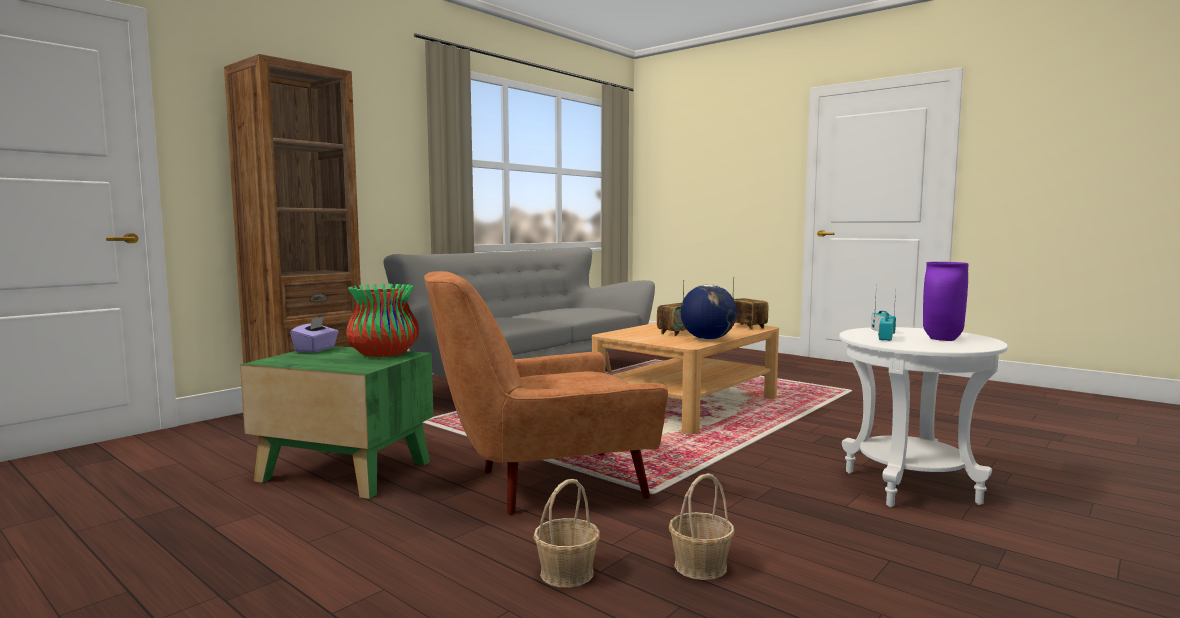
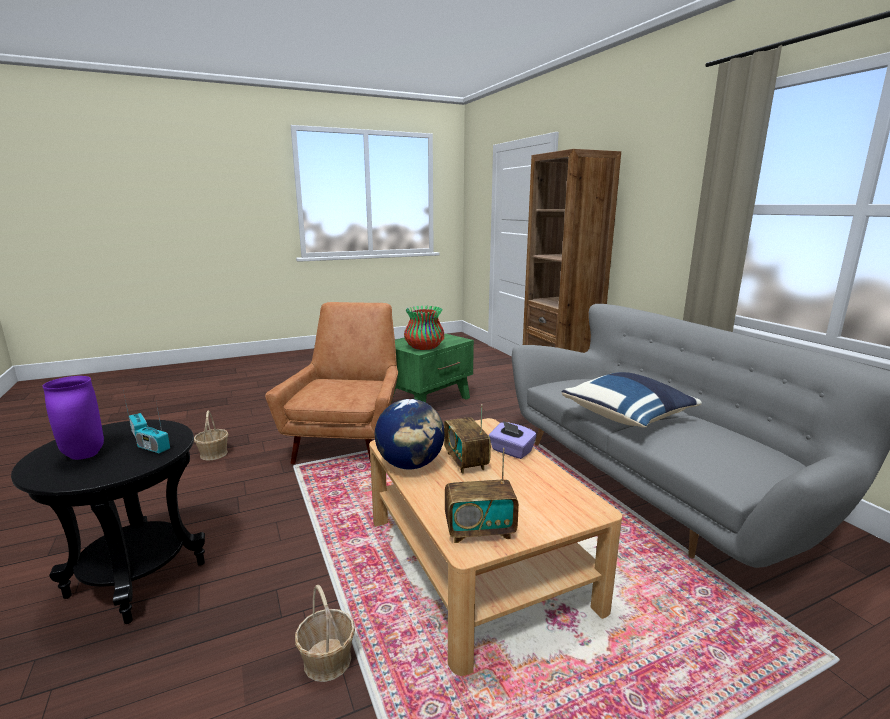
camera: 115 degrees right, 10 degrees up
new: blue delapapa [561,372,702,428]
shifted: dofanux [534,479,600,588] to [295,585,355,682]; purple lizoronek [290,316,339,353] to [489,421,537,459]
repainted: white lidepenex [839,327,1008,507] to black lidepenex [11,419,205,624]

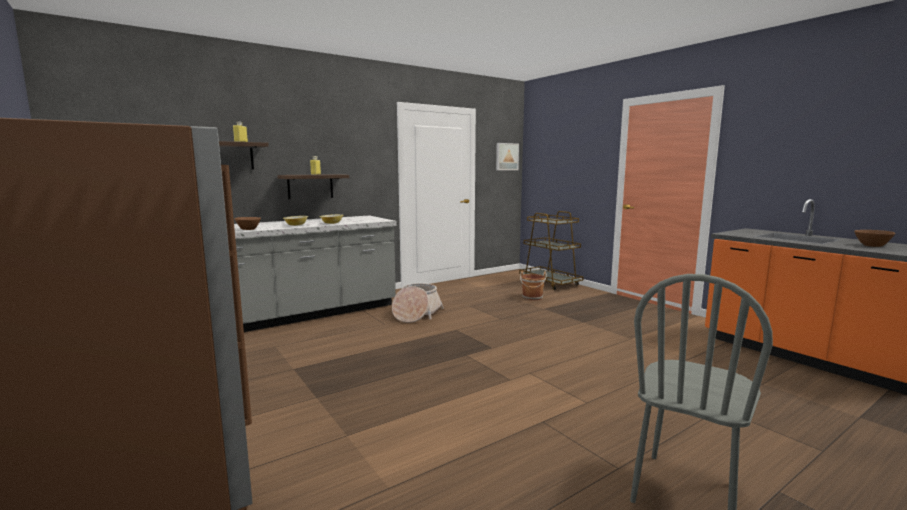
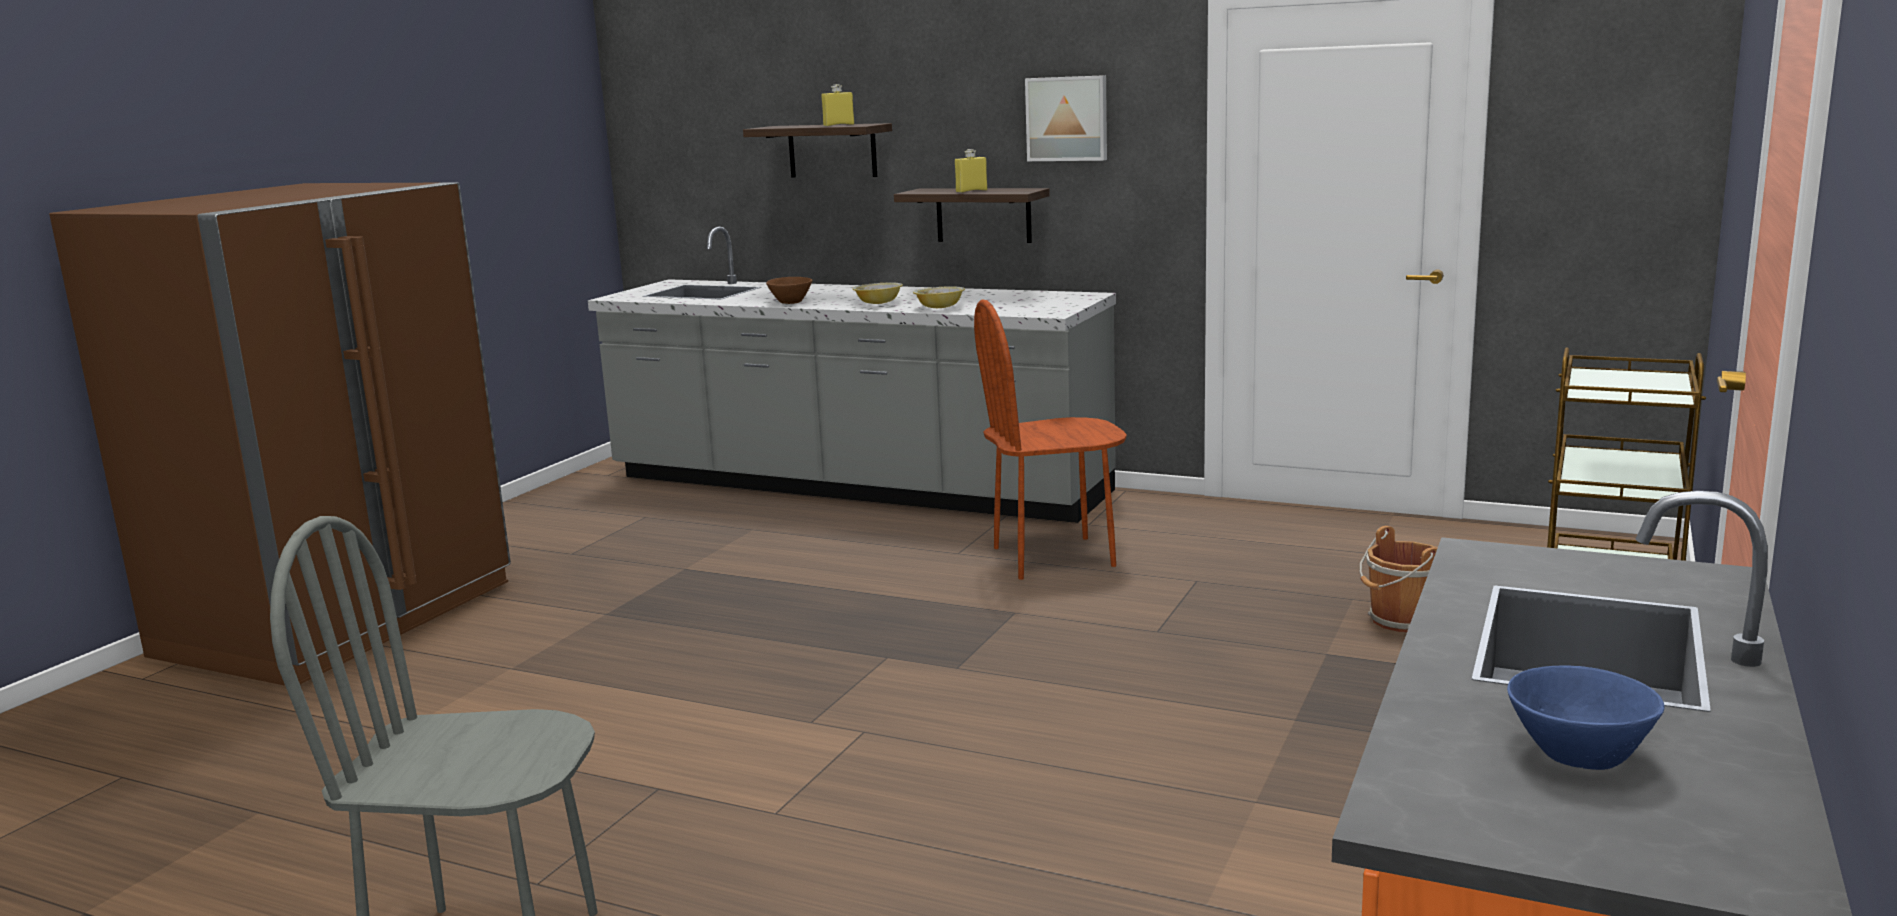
camera: 60 degrees right, 5 degrees up
shifted: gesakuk [496,143,519,170] to [1025,75,1107,161]
swapped: dofanux [392,284,444,323] to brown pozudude [974,299,1127,580]
repainted: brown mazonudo [854,230,895,247] to blue mazonudo [1507,665,1664,770]

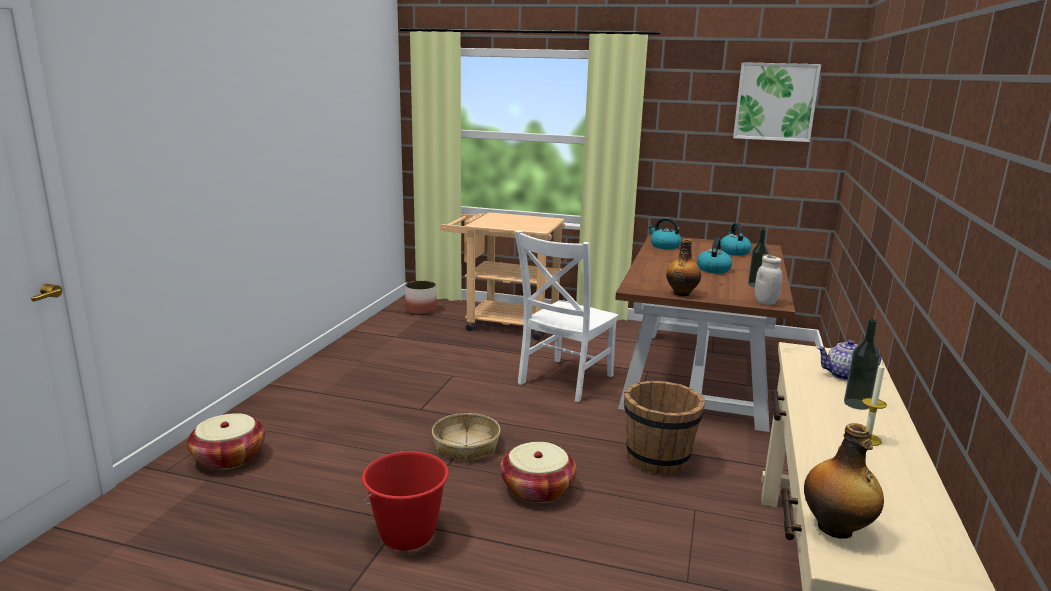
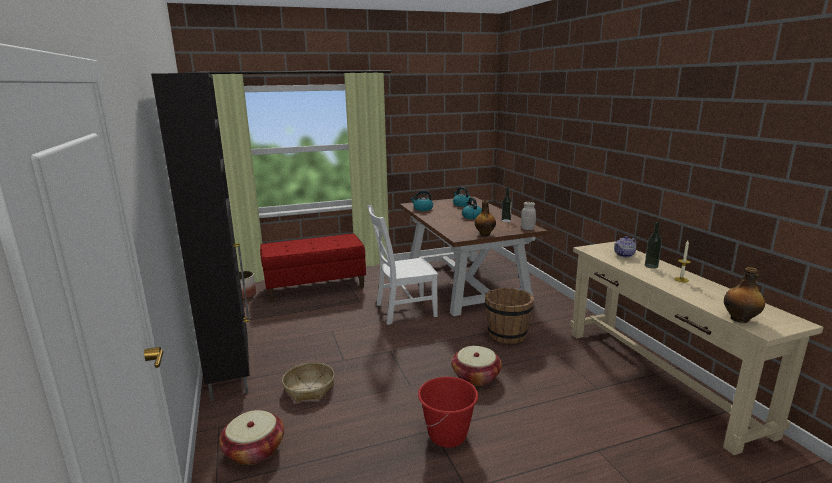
camera: 35 degrees left, 0 degrees up
gone: gesakuk [733,62,821,142]
new: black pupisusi [151,73,250,401]
shifted: dofanux [432,413,501,462] to [282,362,334,402]
swapped: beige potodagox [440,212,565,340] to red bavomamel [260,234,366,302]
rotated: white pozudude [514,231,619,402] = [367,205,438,325] 75 degrees clockwise

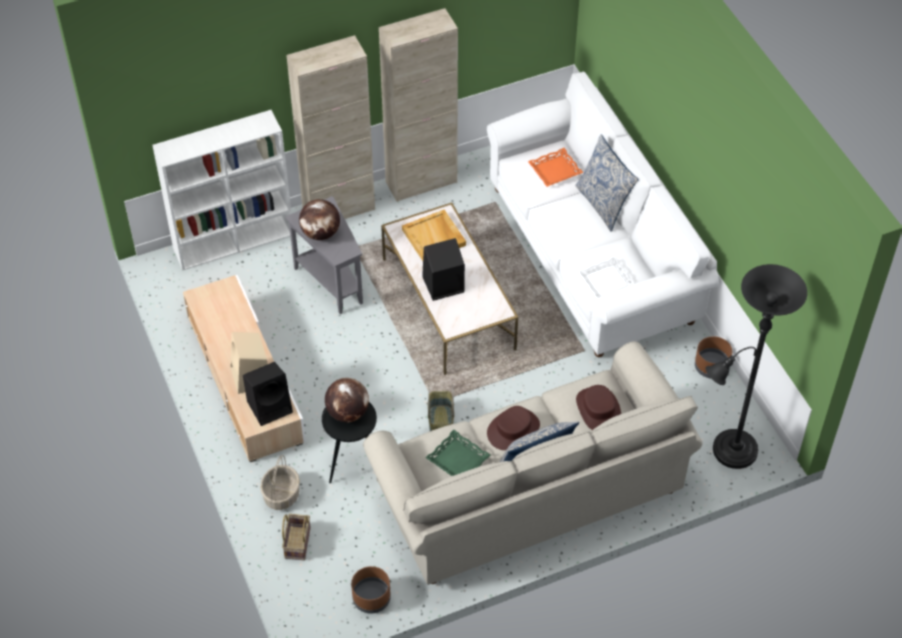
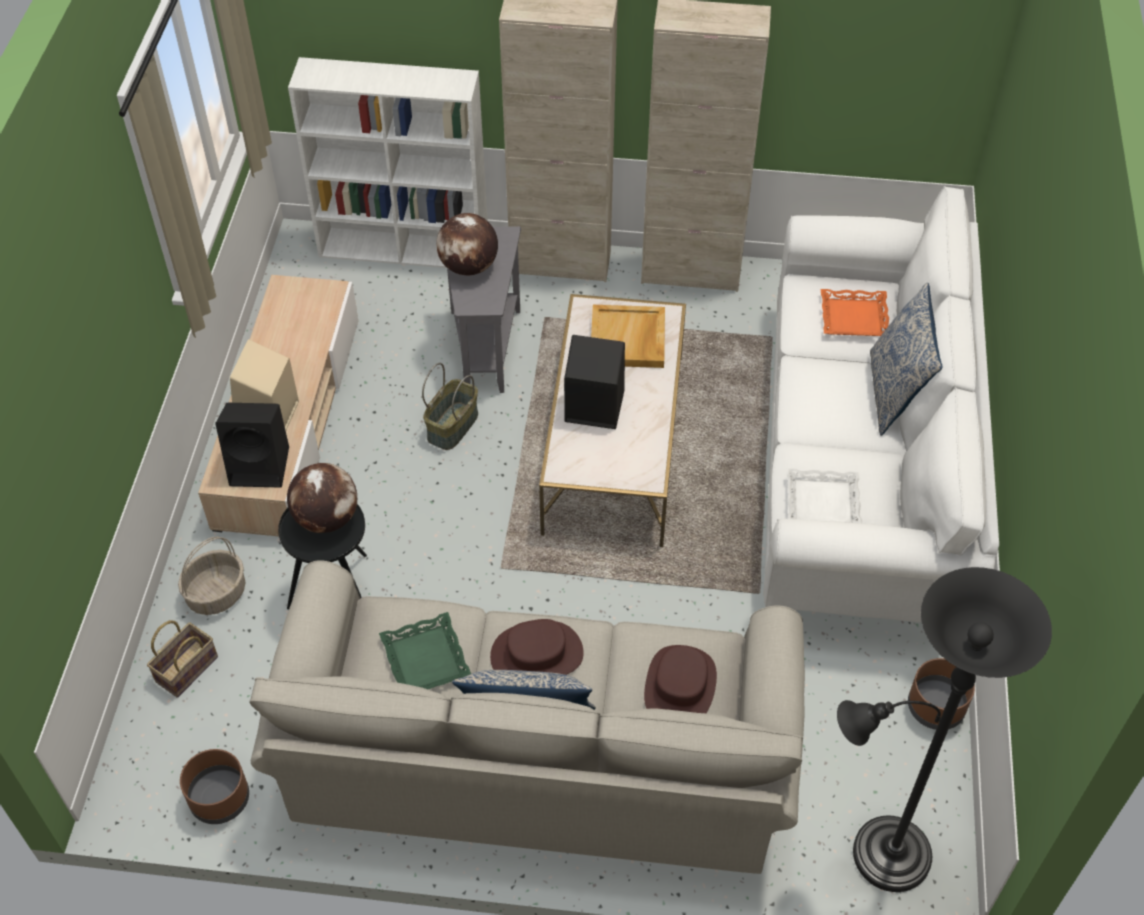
camera: 30 degrees right, 0 degrees up
shifted: dofanux [428,385,454,431] to [422,363,478,450]

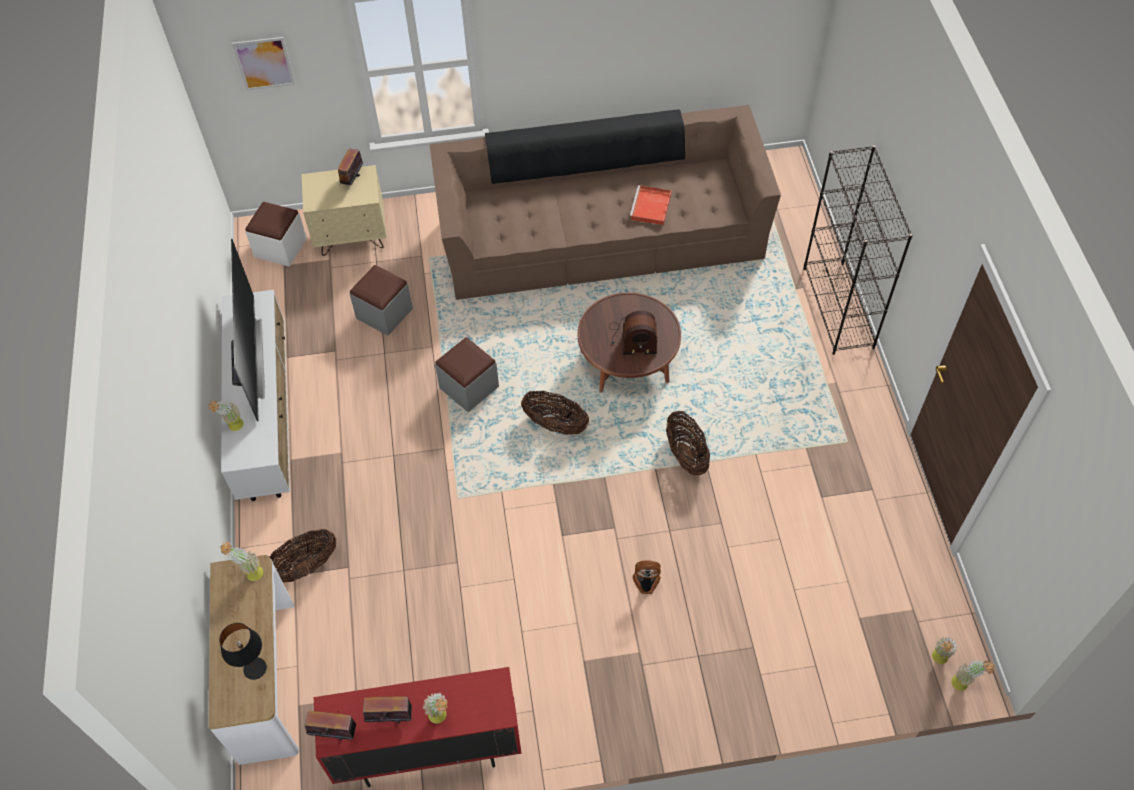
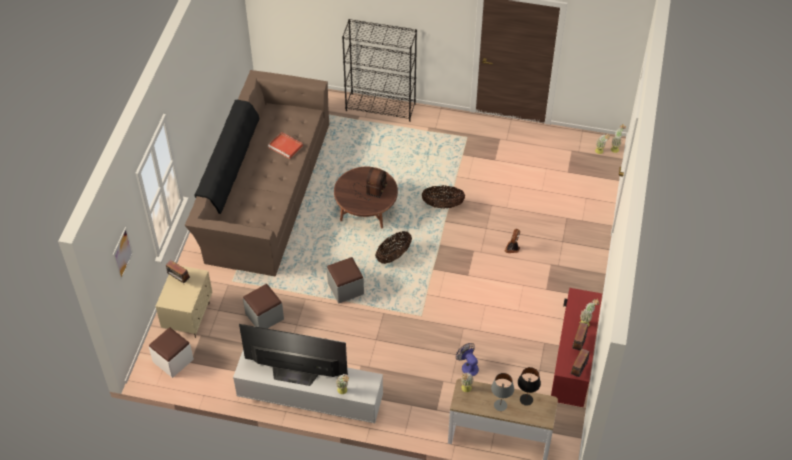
camera: 70 degrees left, 5 degrees down
gone: dofanux [270,529,336,583]
new: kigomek [456,343,479,376]; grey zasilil [491,373,514,411]

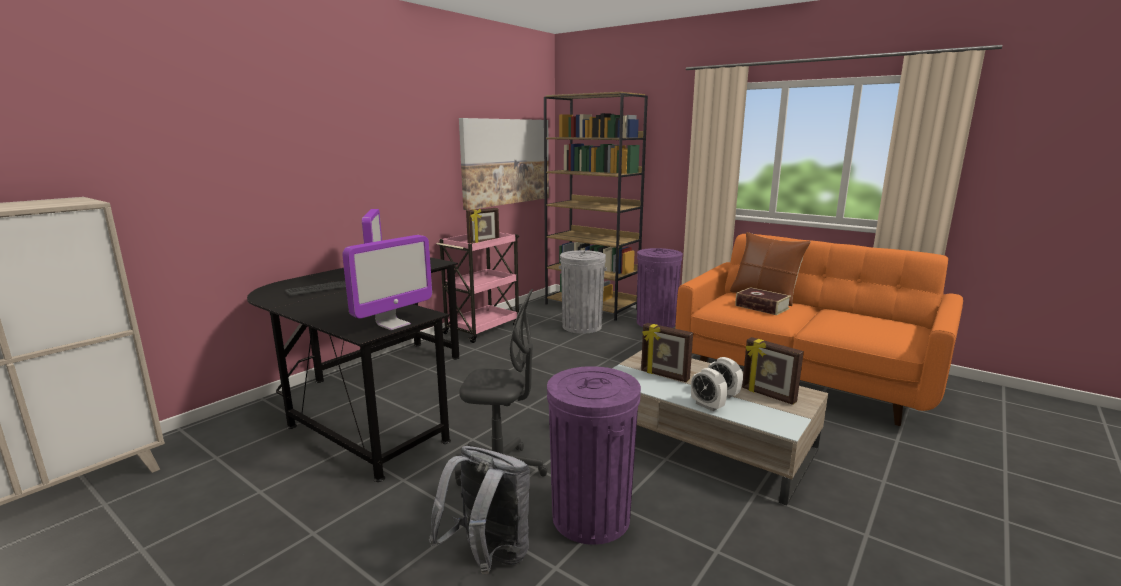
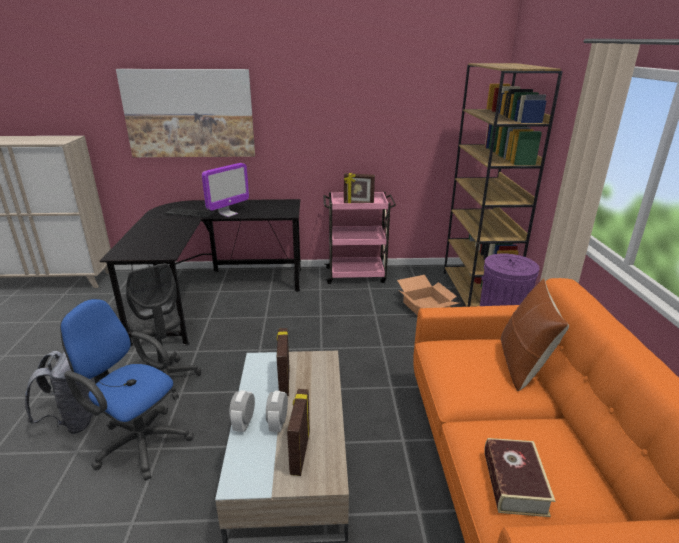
camera: 50 degrees right, 10 degrees up
gone: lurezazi [342,235,432,330]
shifted: gesakuk [459,118,549,210] to [116,69,255,157]; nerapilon [735,287,791,315] to [484,438,555,517]
swapped: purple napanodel [547,366,641,545] to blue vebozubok [60,299,194,480]; grey napanodel [559,250,607,333] to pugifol [397,275,459,316]

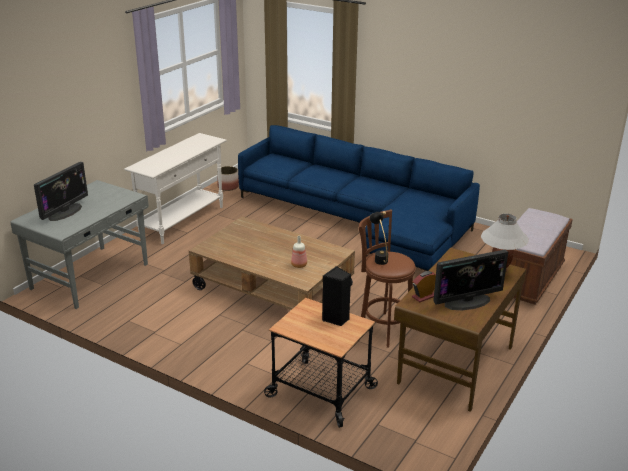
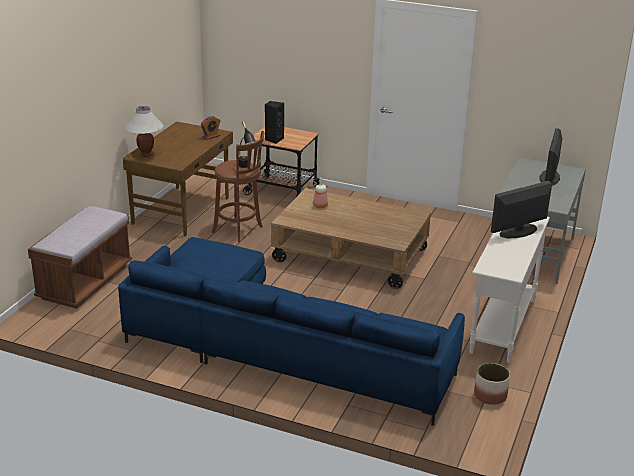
camera: 170 degrees right, 0 degrees up
shifted: lurezazi [433,250,508,310] to [491,181,552,238]

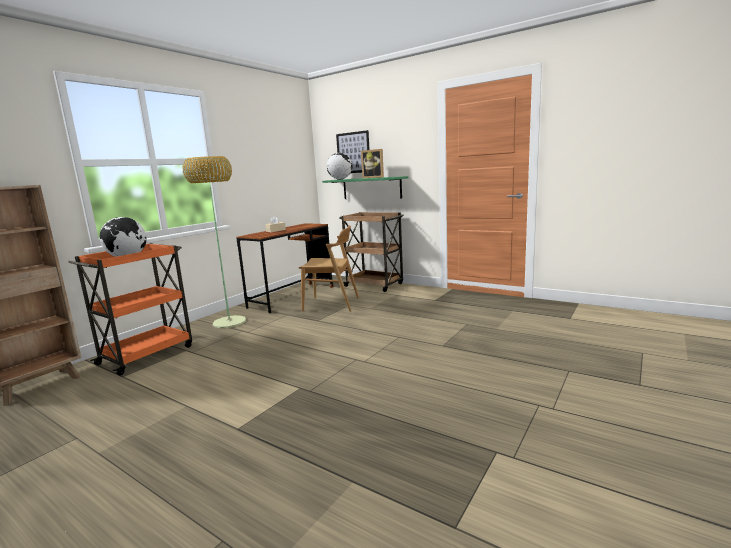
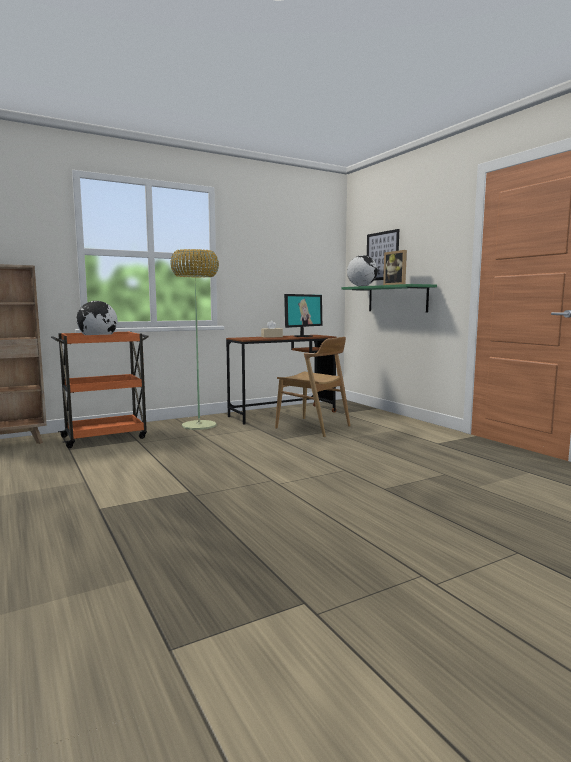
camera: 25 degrees right, 5 degrees down
gone: brown potodagox [339,212,404,292]
new: lurezazi [284,294,322,337]

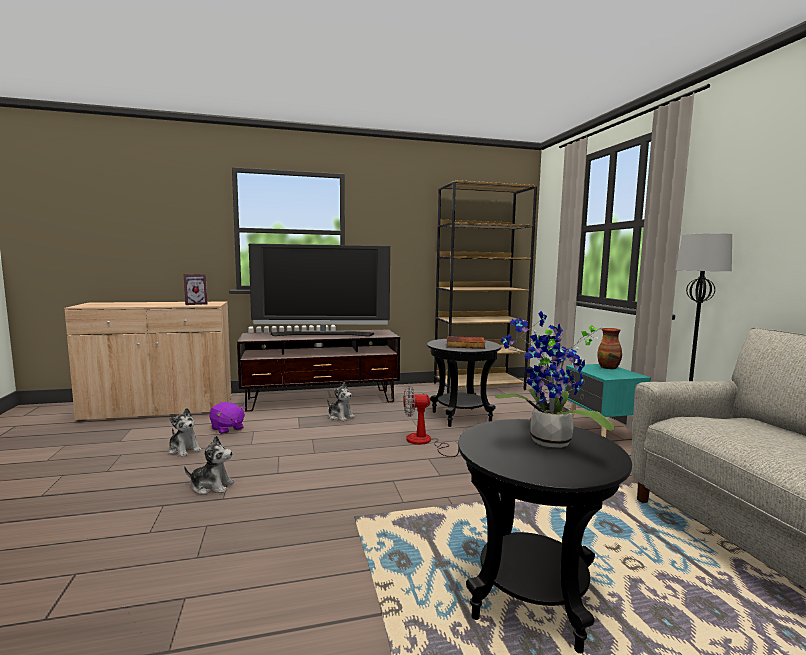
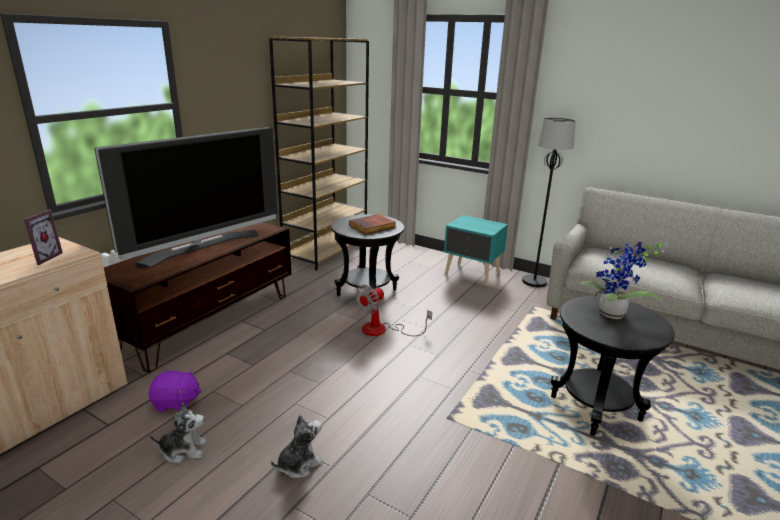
camera: 45 degrees left, 15 degrees up
gone: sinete [327,382,355,421]; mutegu [597,328,622,369]

